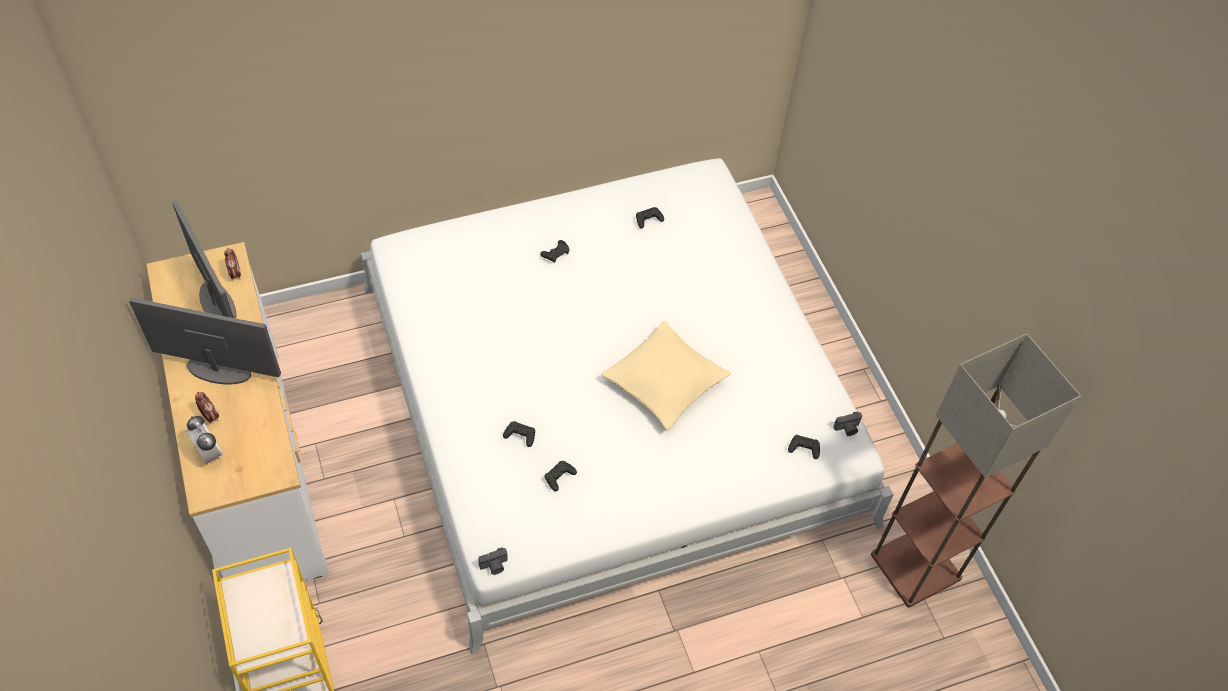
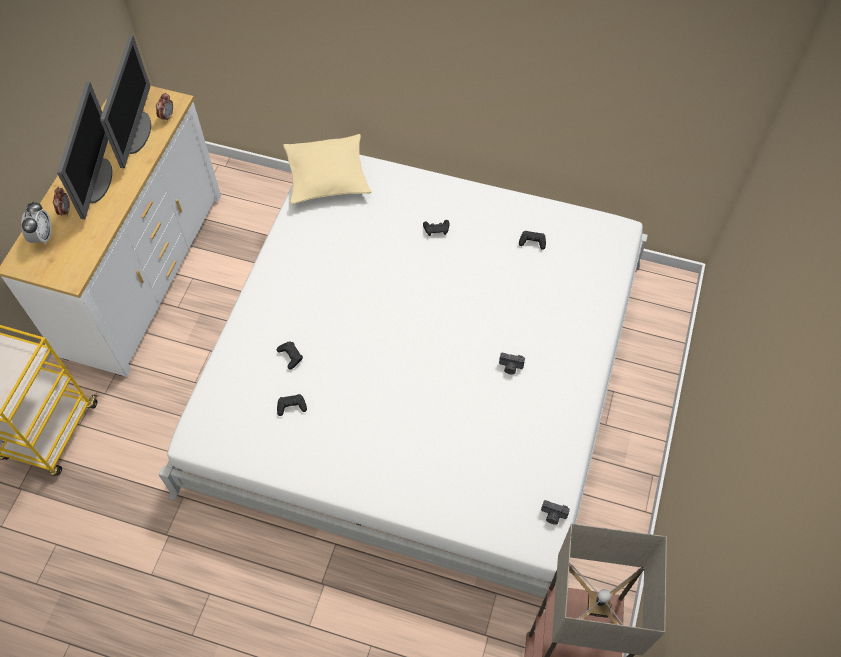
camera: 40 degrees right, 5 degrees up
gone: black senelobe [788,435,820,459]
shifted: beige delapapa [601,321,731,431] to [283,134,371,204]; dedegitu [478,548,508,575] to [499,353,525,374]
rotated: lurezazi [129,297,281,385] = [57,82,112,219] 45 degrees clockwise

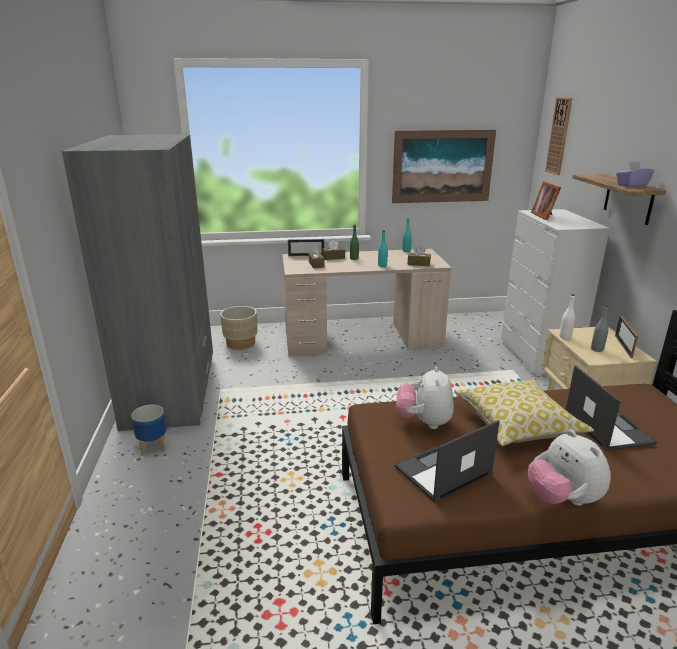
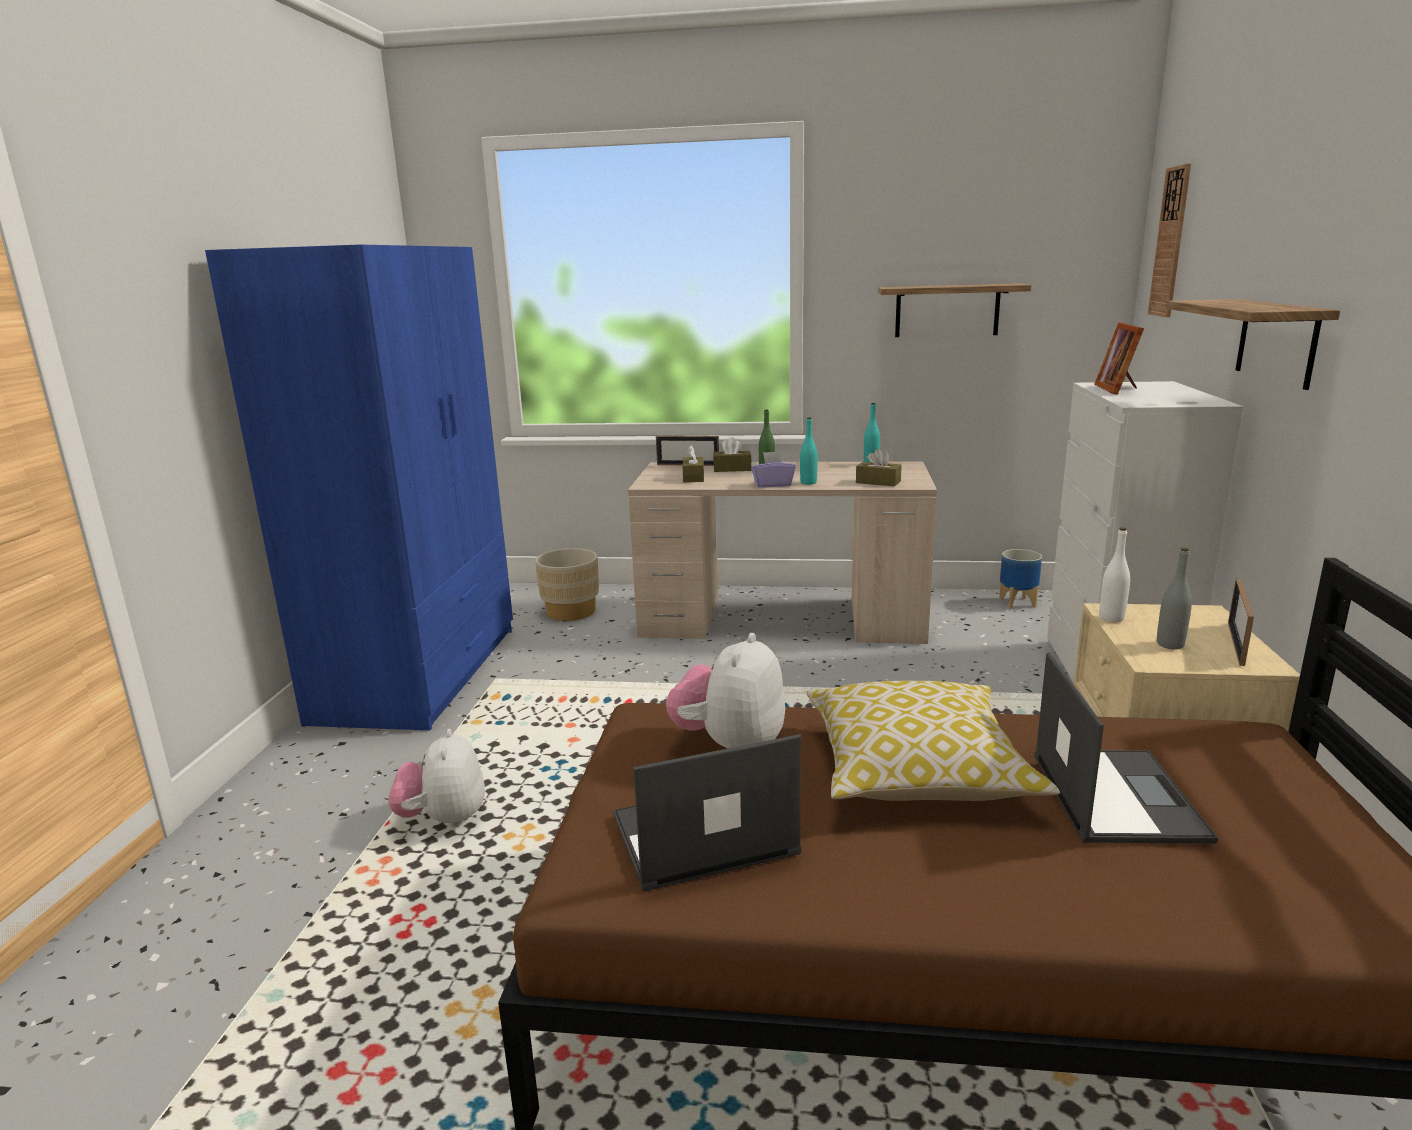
camera: 15 degrees right, 5 degrees down
shifted: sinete [528,430,611,506] to [388,729,485,827]; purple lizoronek [616,161,654,187] to [751,451,796,488]; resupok [131,405,167,456] to [999,549,1042,609]
swapped: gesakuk [392,130,496,203] to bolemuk [878,283,1031,337]
repainted: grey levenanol [62,134,213,431] to blue levenanol [205,245,513,730]

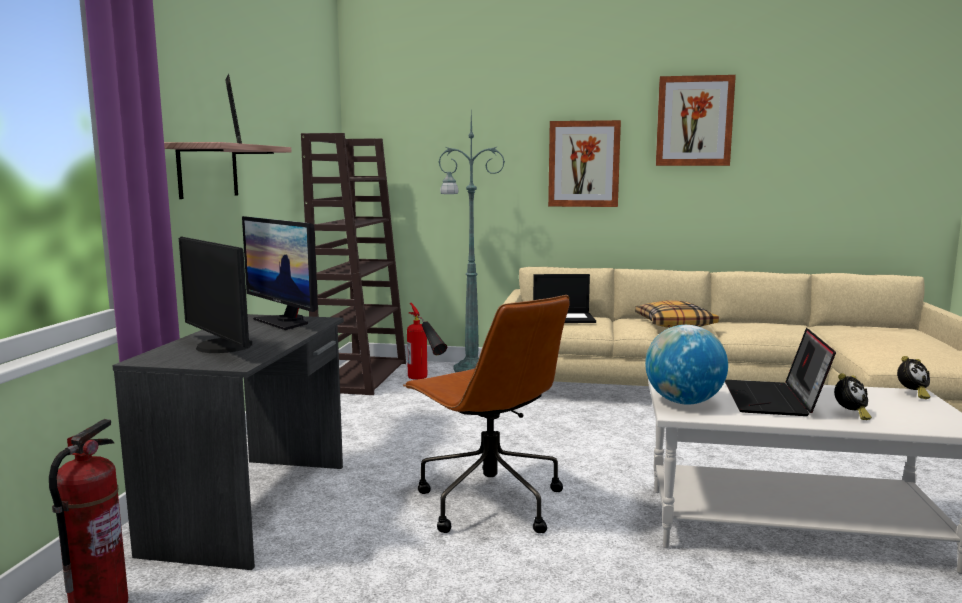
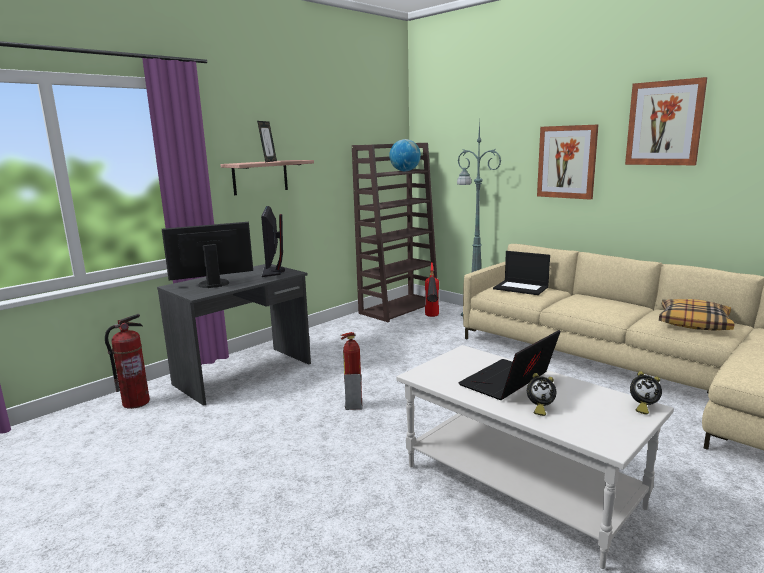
camera: 35 degrees right, 5 degrees up
shifted: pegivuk [645,325,728,404] to [389,139,421,171]; delapapa [635,300,719,328] to [659,299,734,331]
swapped: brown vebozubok [403,295,570,533] to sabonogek [340,332,363,410]
rotated: lurezazi [179,237,252,353] = [162,222,253,288] 75 degrees clockwise

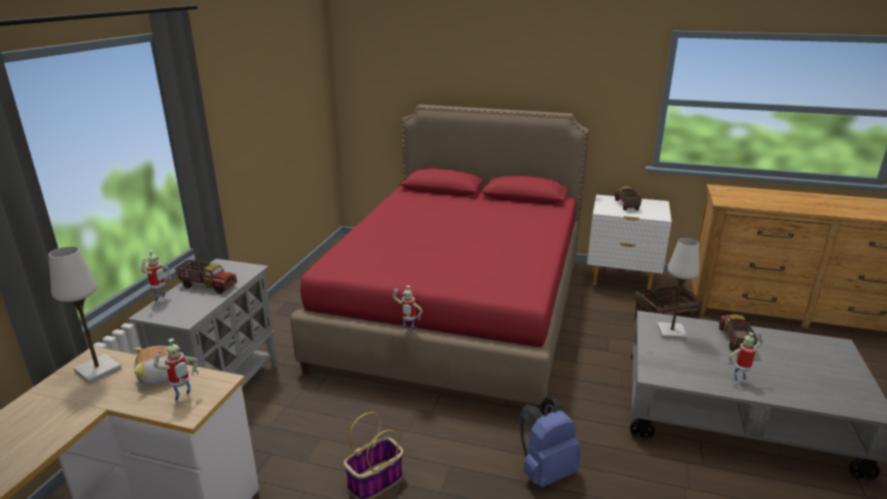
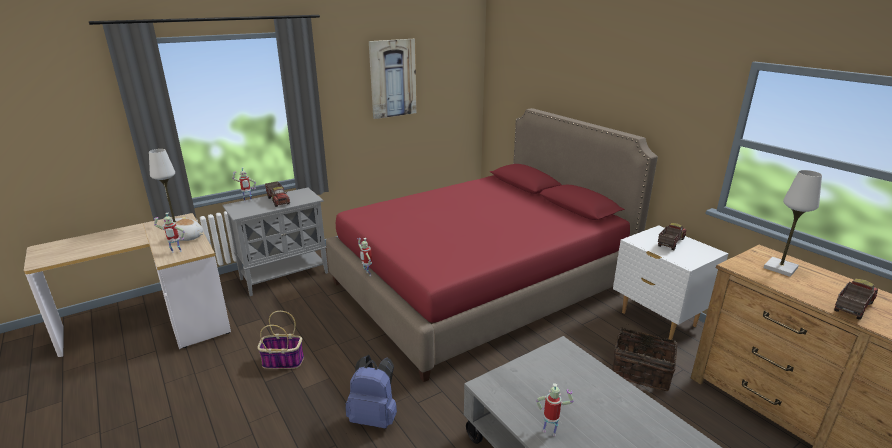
camera: 40 degrees right, 0 degrees up
new: gesakuk [369,39,417,119]
shifted: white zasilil [657,238,699,340] to [764,170,822,277]; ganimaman [719,314,758,350] to [834,279,878,320]

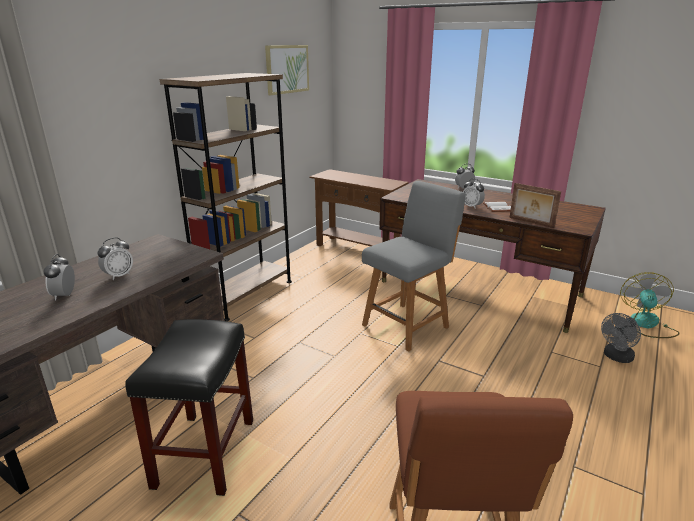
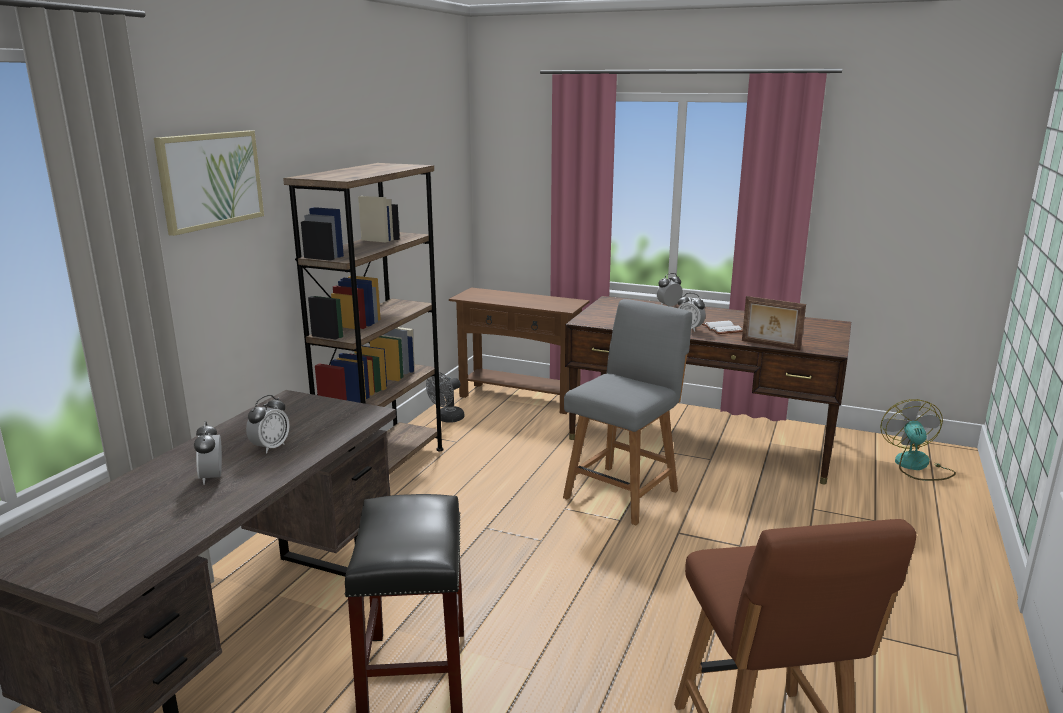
camera: 10 degrees left, 5 degrees down
shifted: gesakuk [265,45,309,95] to [154,130,264,236]; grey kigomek [601,313,641,363] to [426,372,464,423]

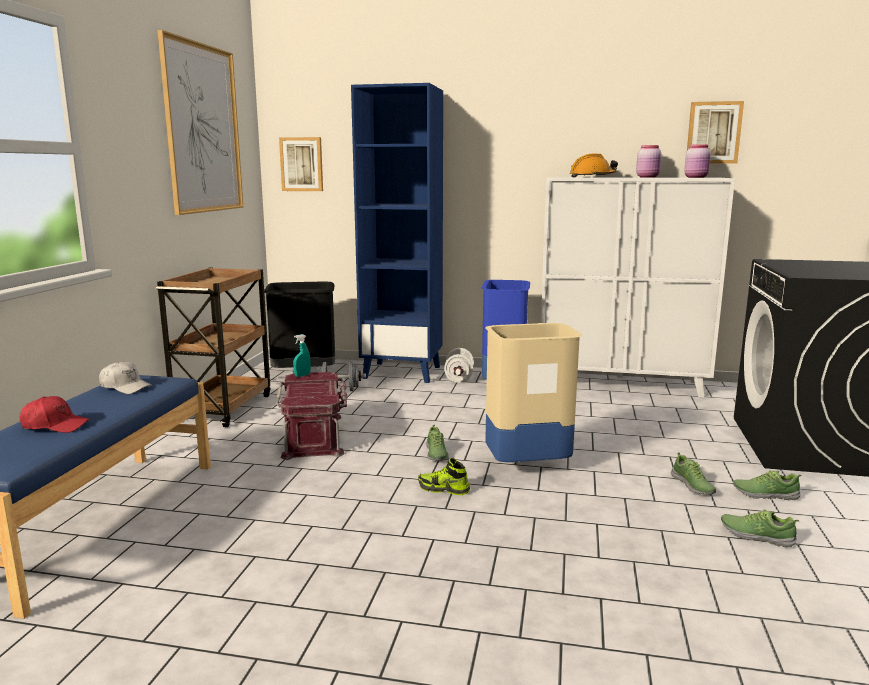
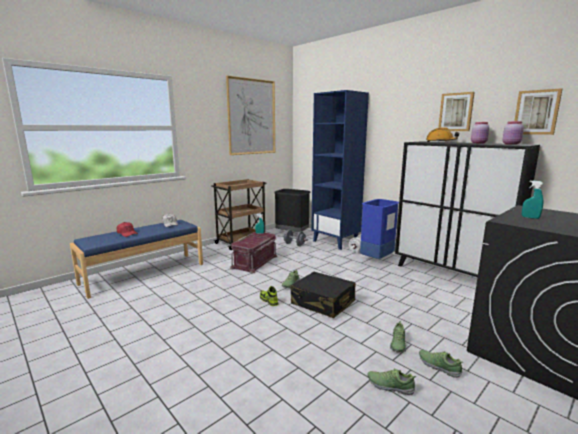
camera: 35 degrees right, 0 degrees up
new: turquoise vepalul [522,180,544,219]
shifted: gesakuk [279,137,323,191] to [438,92,475,131]
swapped: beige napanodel [485,323,582,462] to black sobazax [290,272,356,318]
repainted: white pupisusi [541,177,735,398] to black pupisusi [395,141,540,277]
rotated: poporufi [721,509,799,548] = [367,368,416,395] 45 degrees counterclockwise

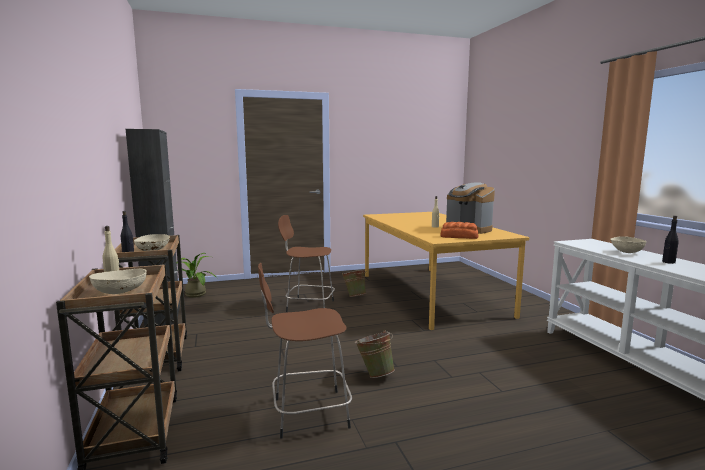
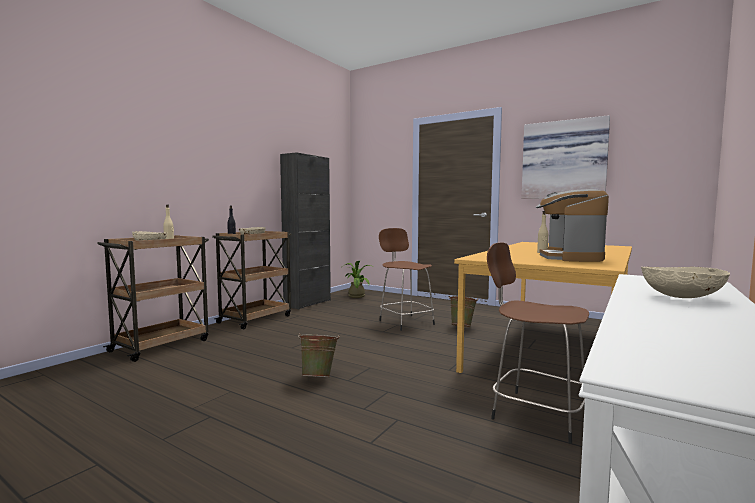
camera: 50 degrees right, 5 degrees down
gone: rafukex [440,222,478,239]; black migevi [662,216,679,264]
new: gesakuk [521,115,610,199]
shifted: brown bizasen [258,263,352,438] to [487,243,589,444]

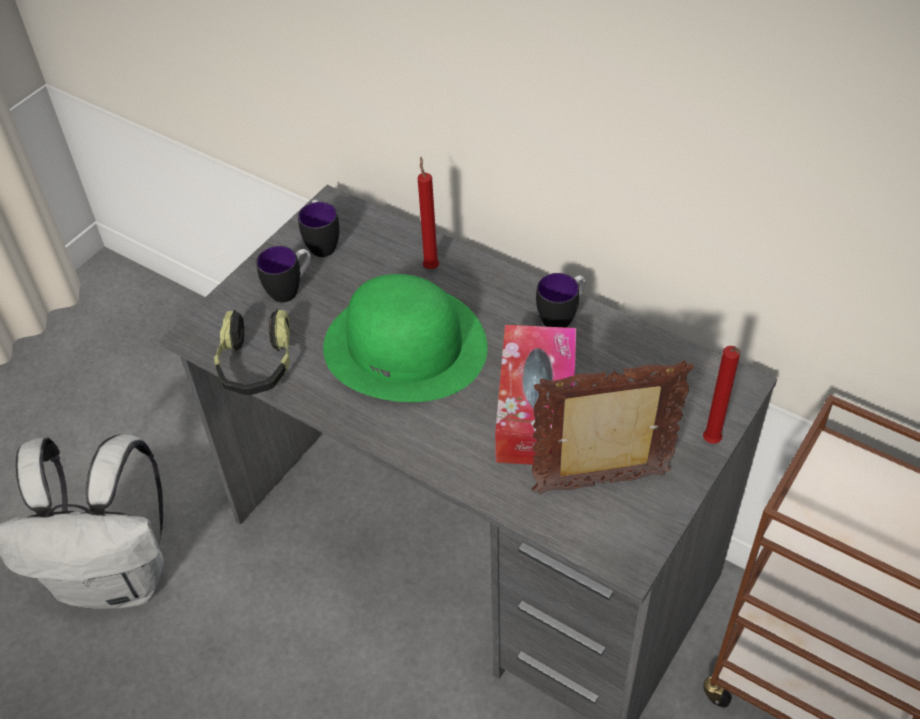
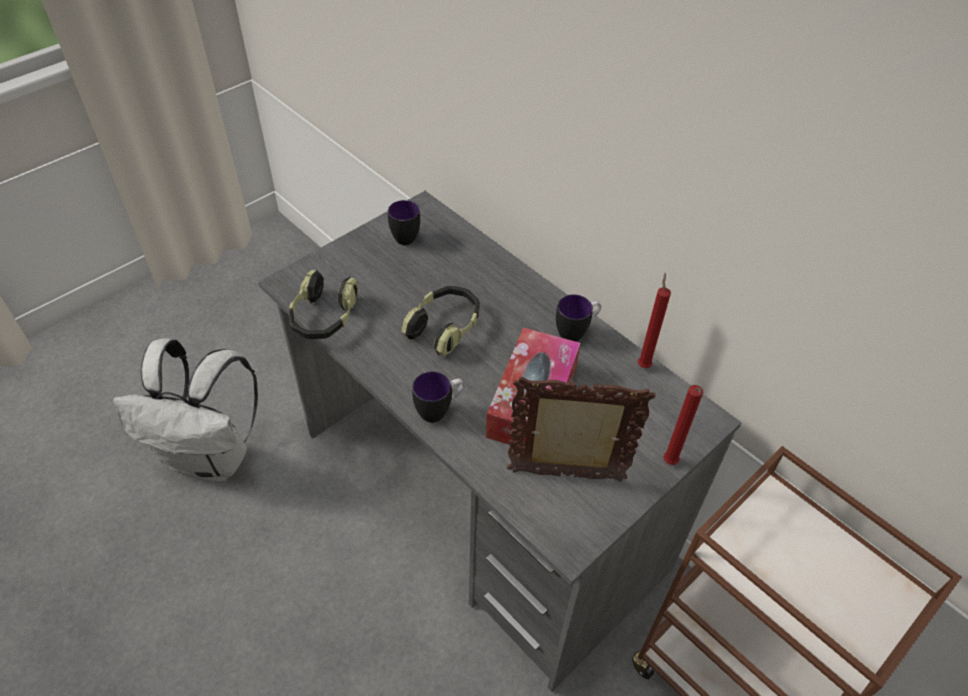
camera: 10 degrees right, 0 degrees up
shifted: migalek [256,246,311,303] to [412,371,464,423]; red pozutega [418,157,439,269] to [638,273,671,368]
swapped: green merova [323,274,488,402] to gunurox [401,286,480,357]

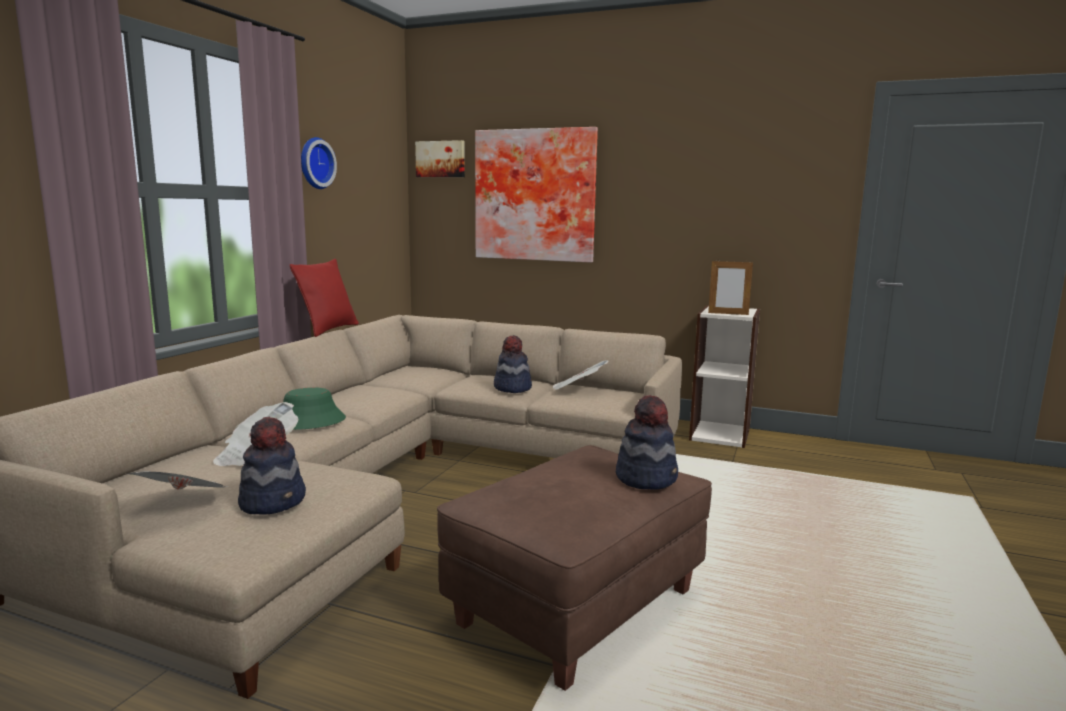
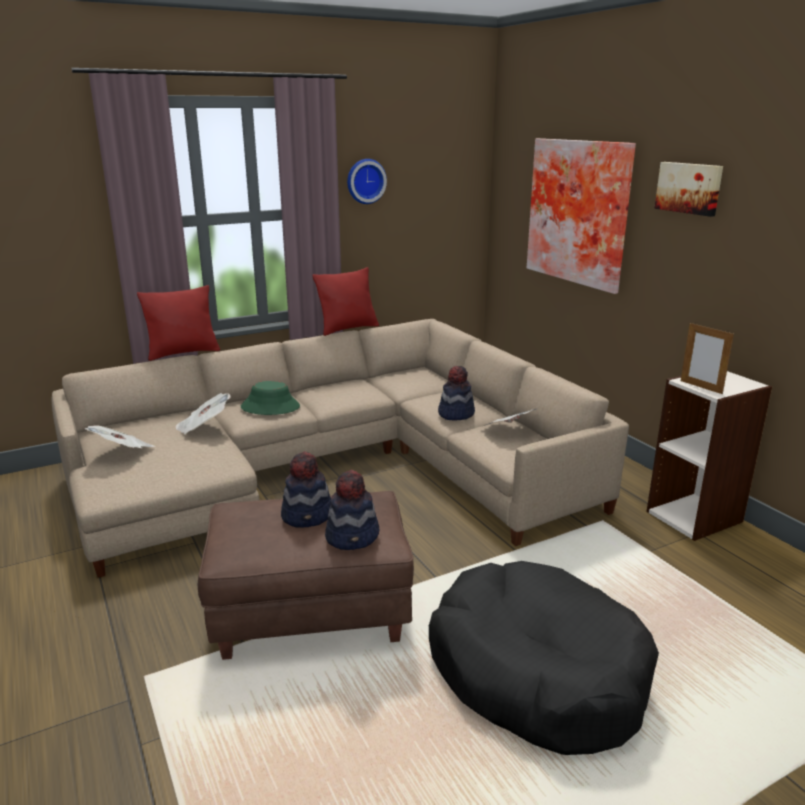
camera: 40 degrees right, 10 degrees up
new: red delapapa [137,285,220,361]; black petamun [429,561,659,755]
shifted: merova [238,416,306,514] to [281,451,331,528]; gesakuk [415,140,465,177] to [654,162,723,217]

